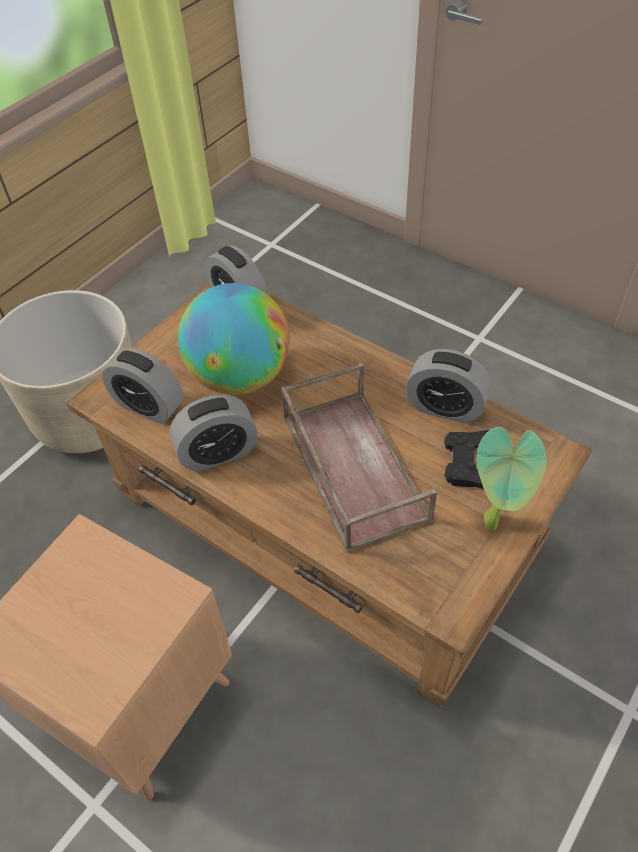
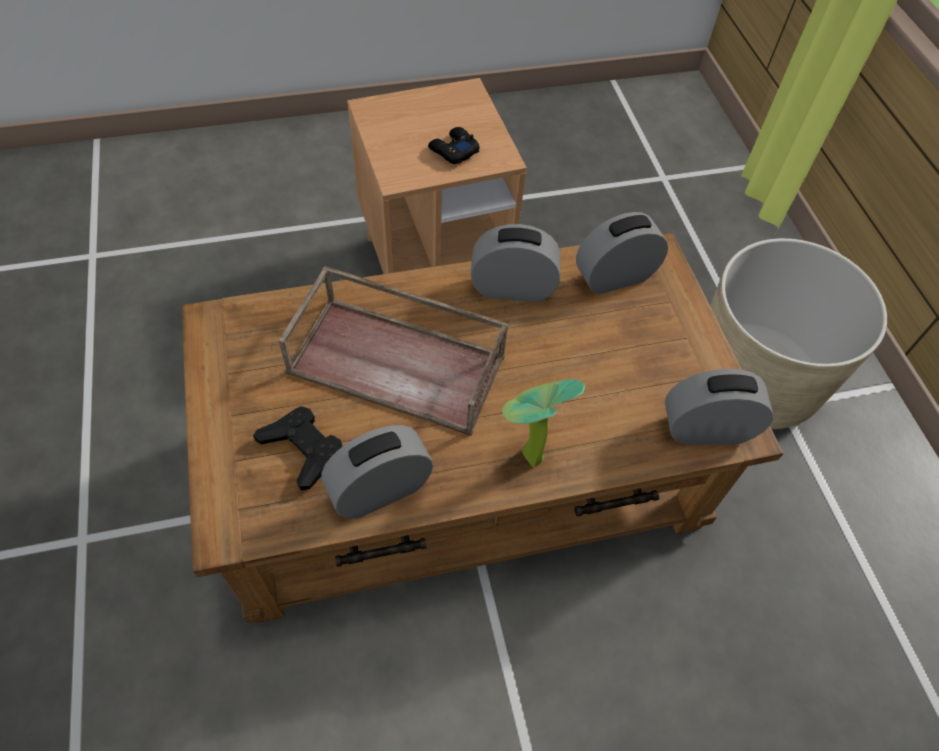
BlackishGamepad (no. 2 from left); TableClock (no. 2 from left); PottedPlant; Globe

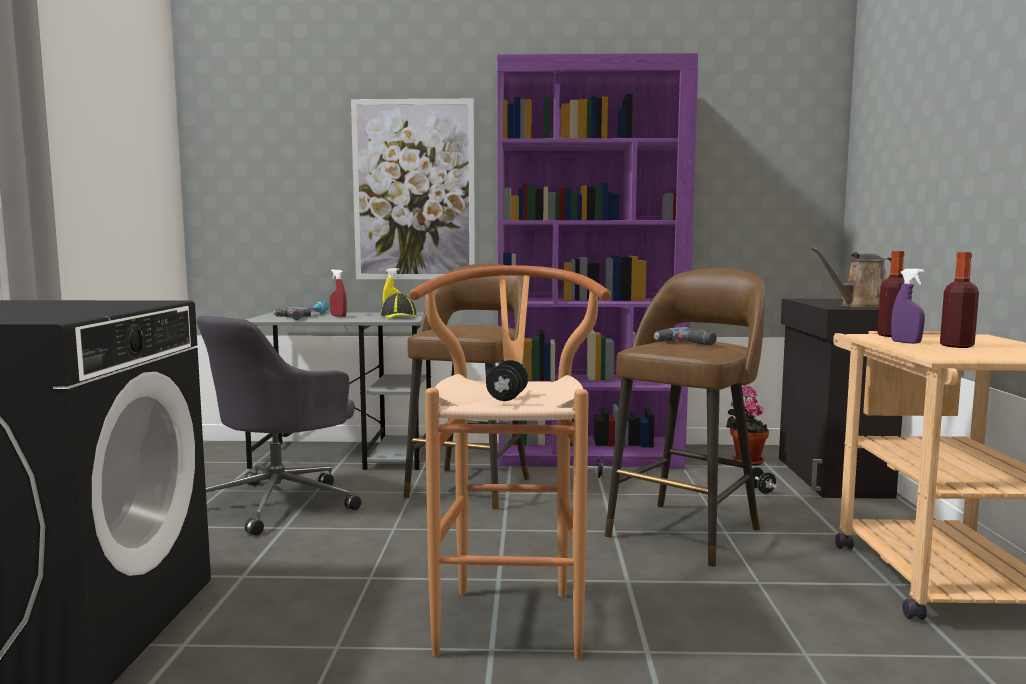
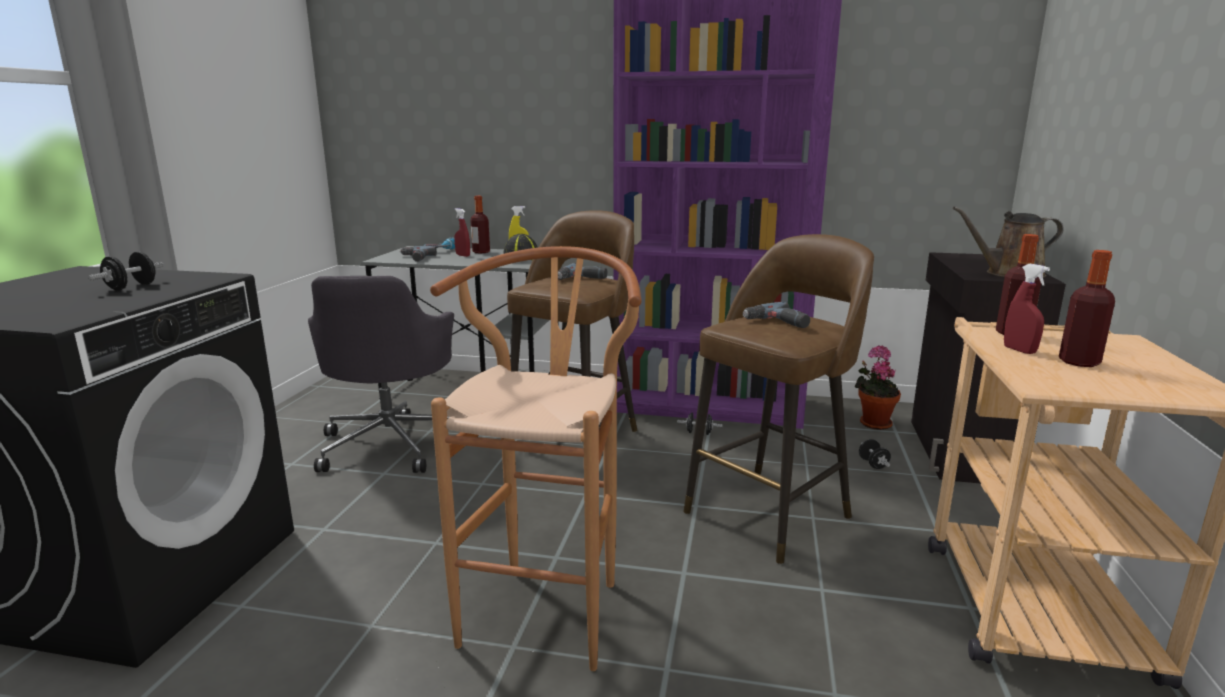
BlackishFreeWeight (no. 1 from left); GreyishDeskChair; BeverageBottle (no. 1 from left); Drill (no. 3 from left); RedHandSprayer (no. 2 from left); WallArt

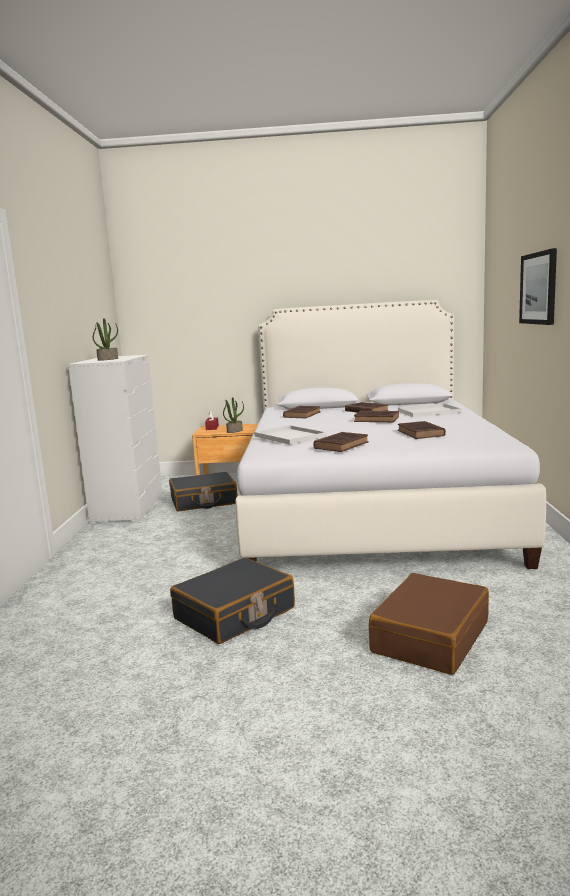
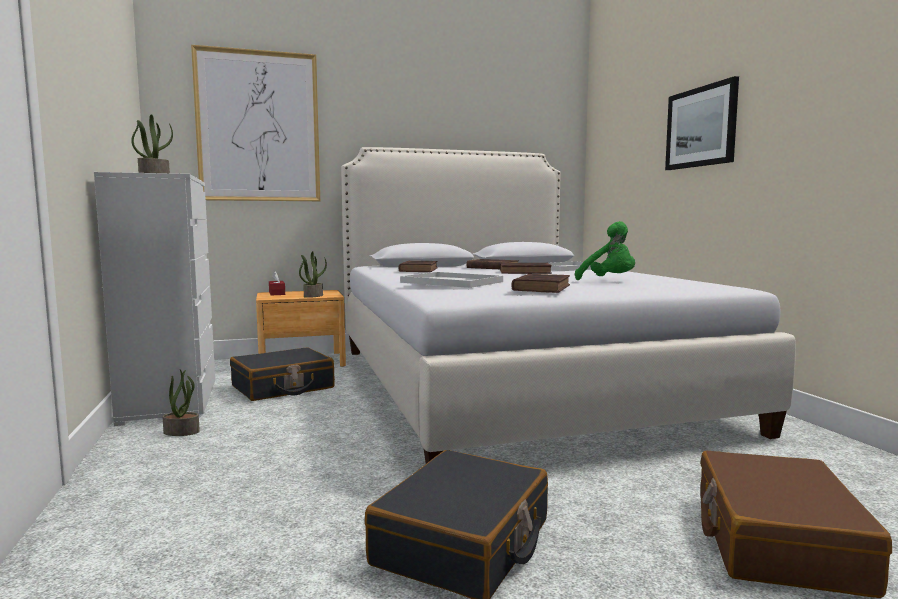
PottedPlant (no. 2 from left); WallArt (no. 1 from left); GreenColouredCuddlyToy

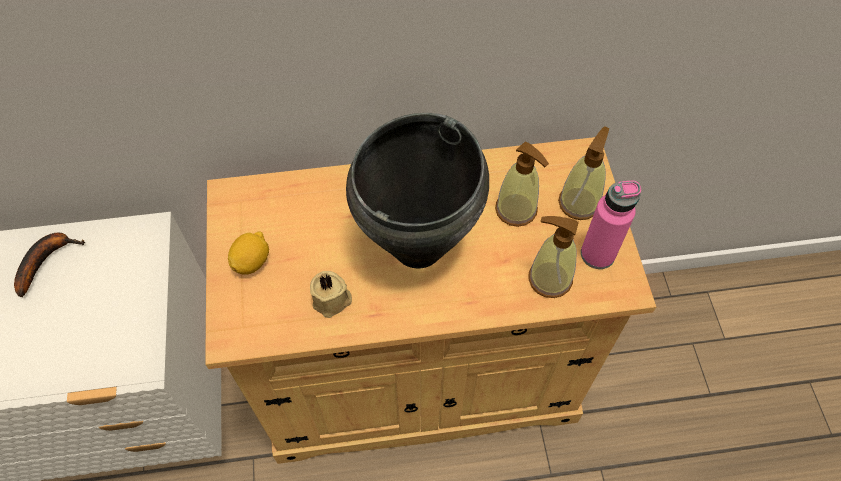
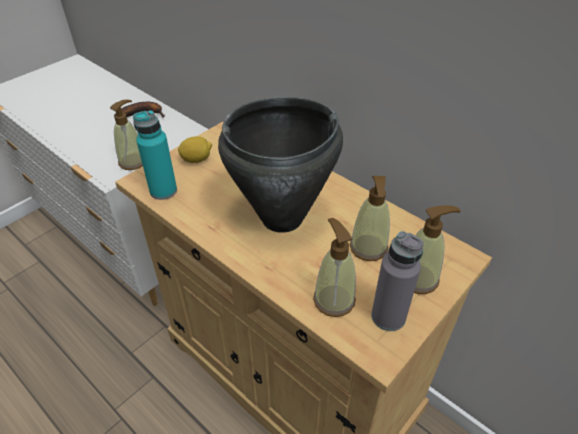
LiquidSoapBottle (no. 1 from left); TurquoiseBeverageBottle; GreyishBeverageBottle; BeigeWaxCandle

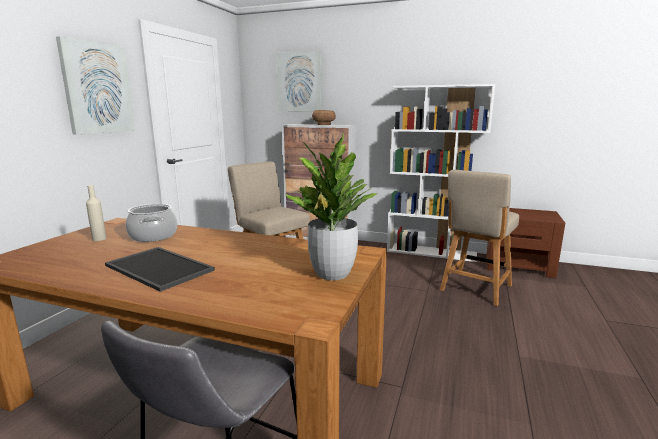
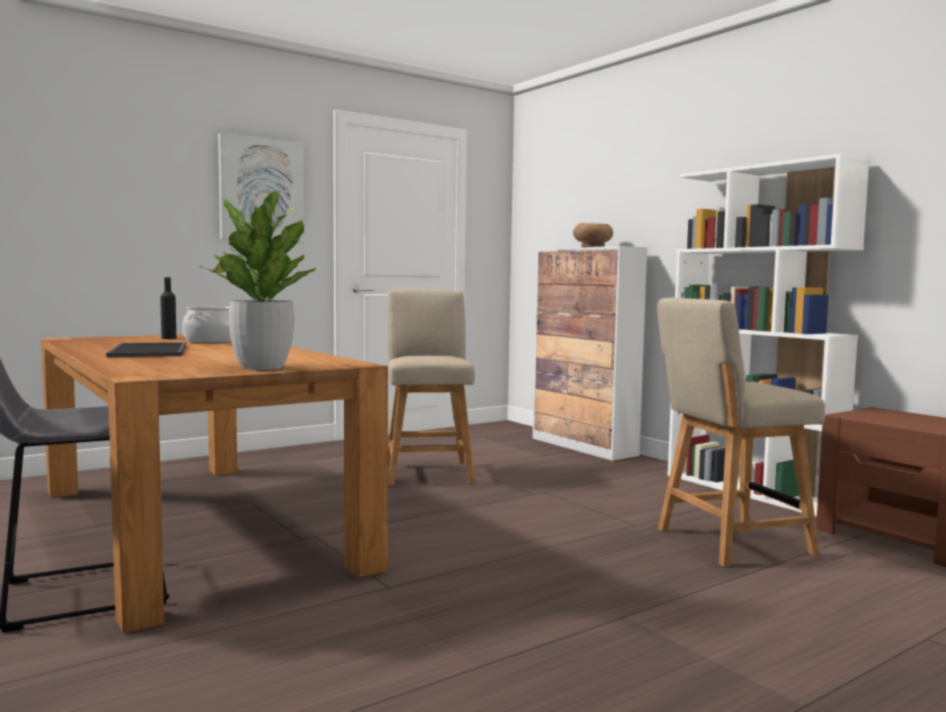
BlackishBeverageBottle; WallArt (no. 2 from left in the first image)

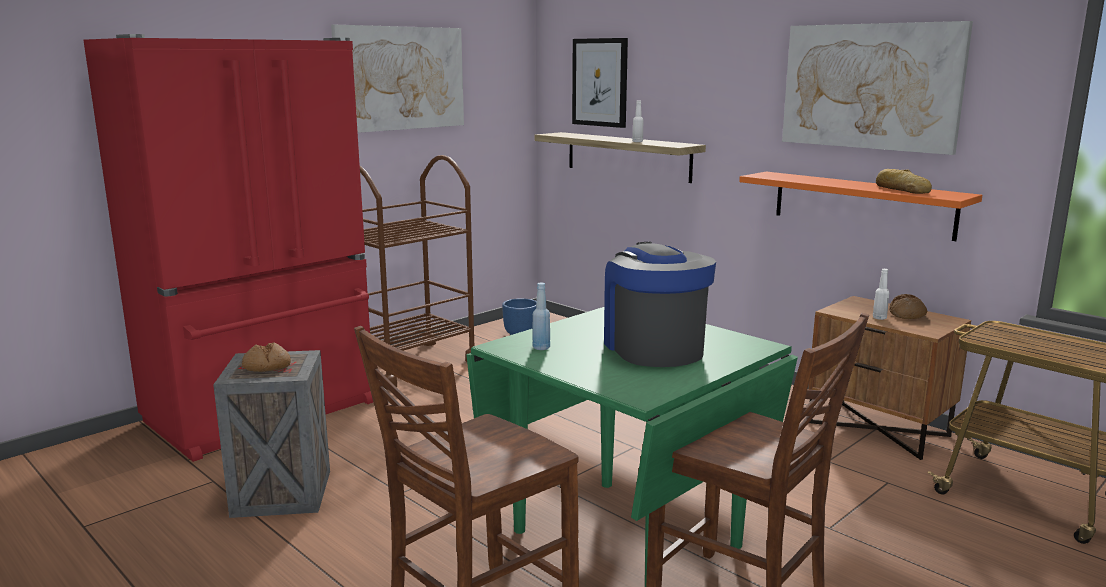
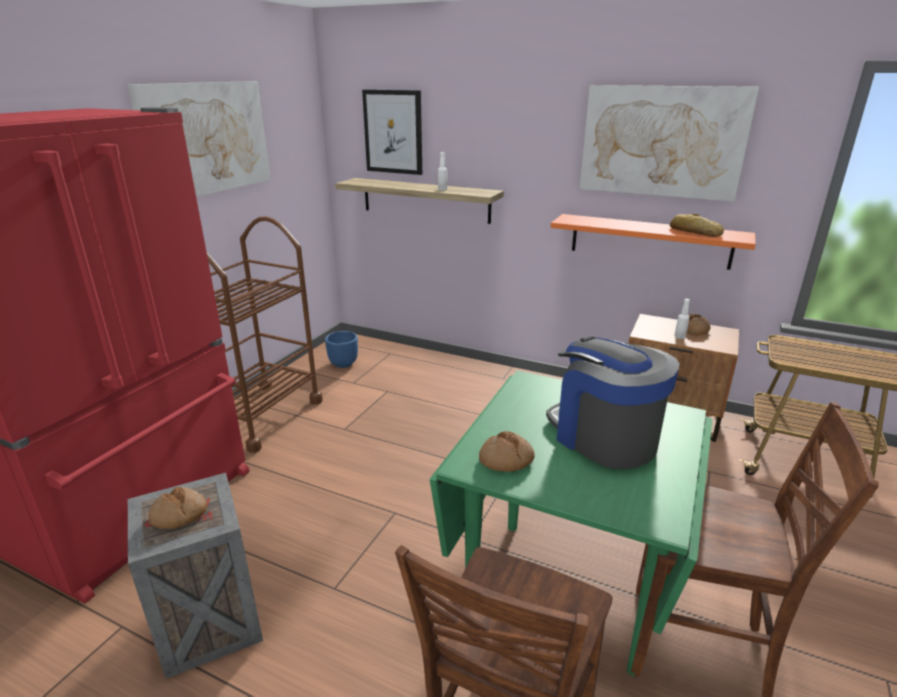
Bread (no. 2 from left)

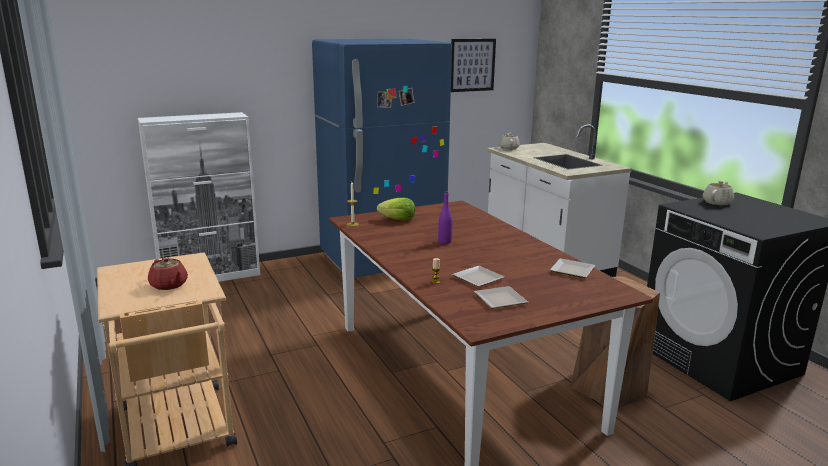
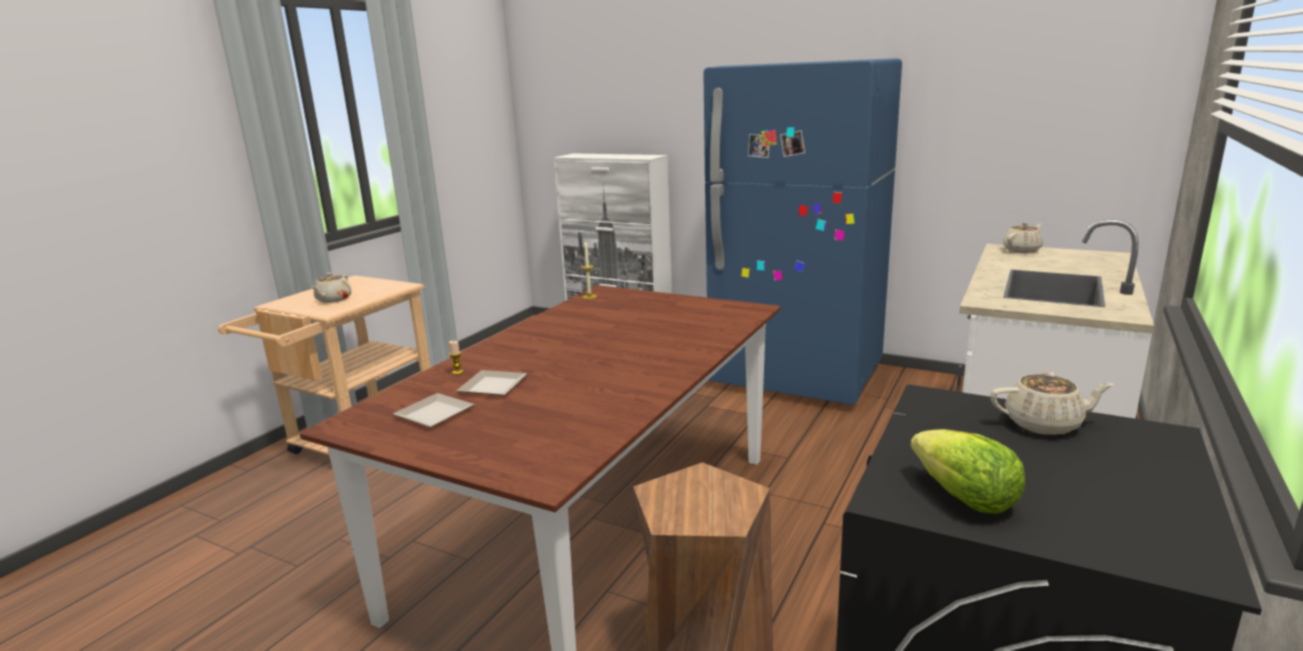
BeigeTeapot (no. 1 from left); Lettuce; PurplishBeverageBottle; WallArt; Plate (no. 3 from left in the first image)

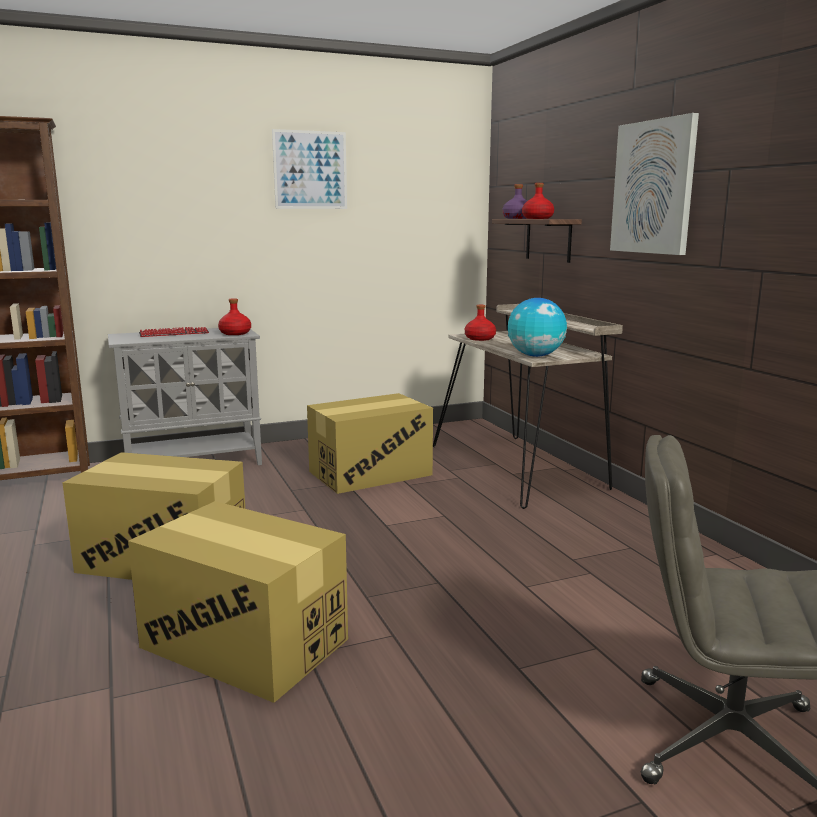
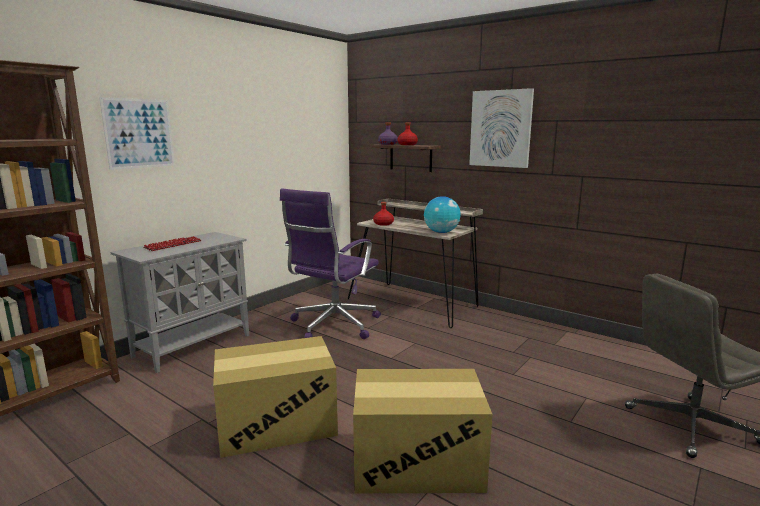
WallArt (no. 1 from left); PurplishDeskChair; RedBeverageBottle (no. 1 from left in the first image)

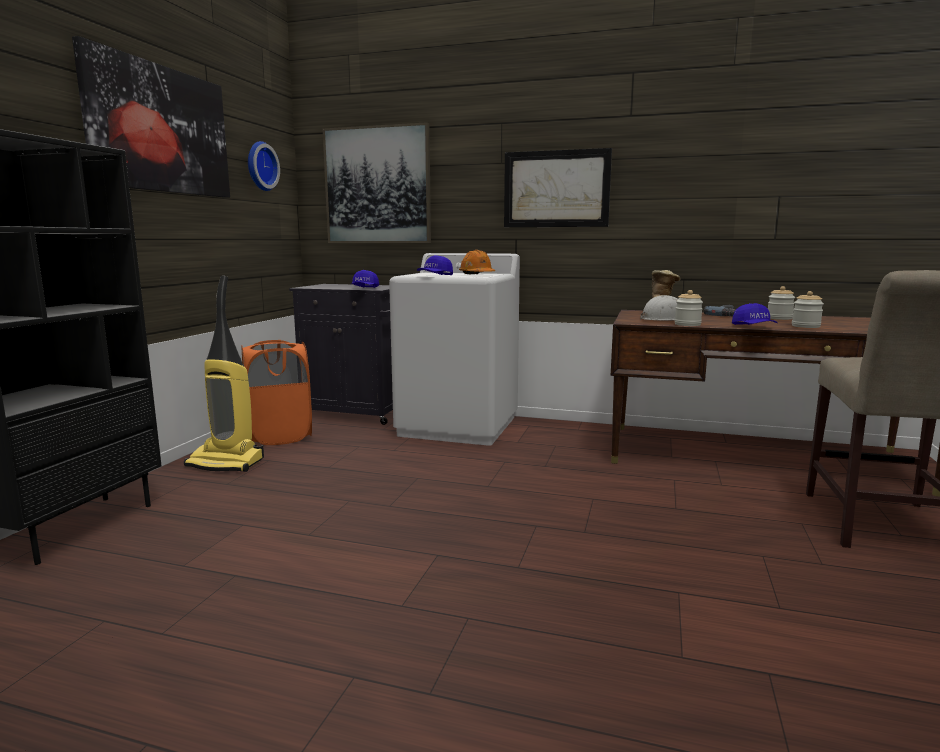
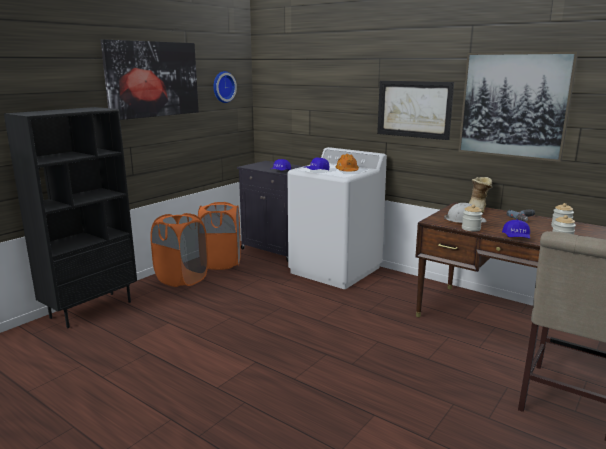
OrangeyWashingBasket (no. 1 from left); WallArt (no. 3 from left)

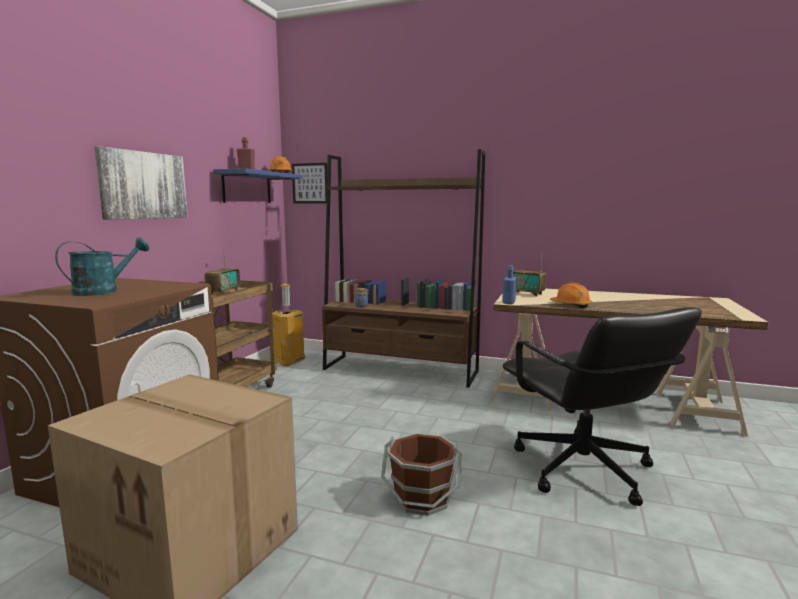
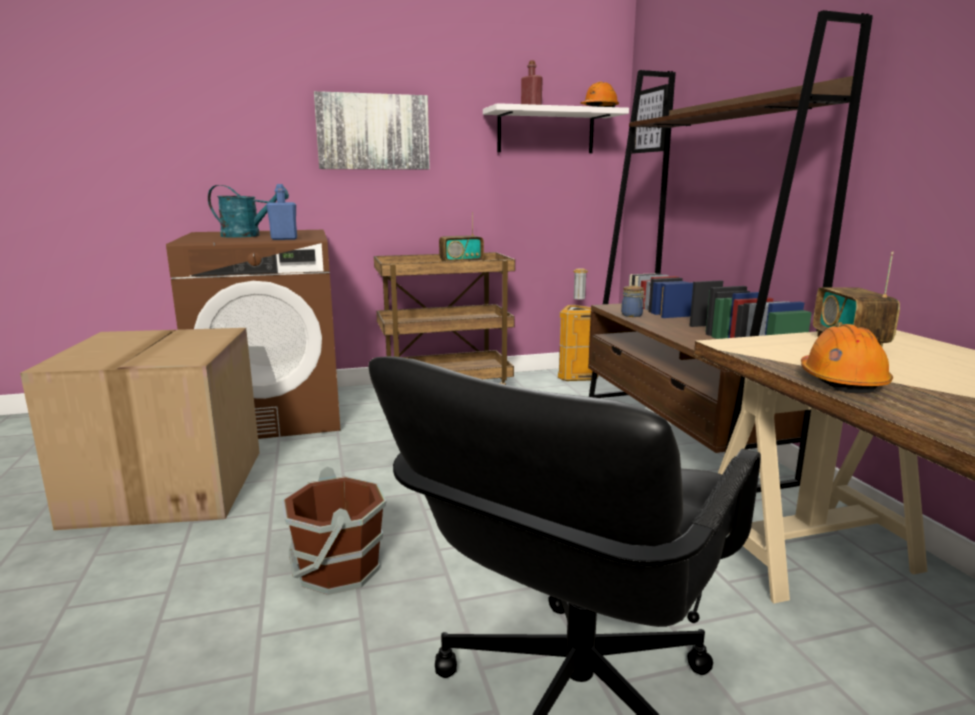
BlueColouredBeverageBottle; WhiteColouredBracketShelf

